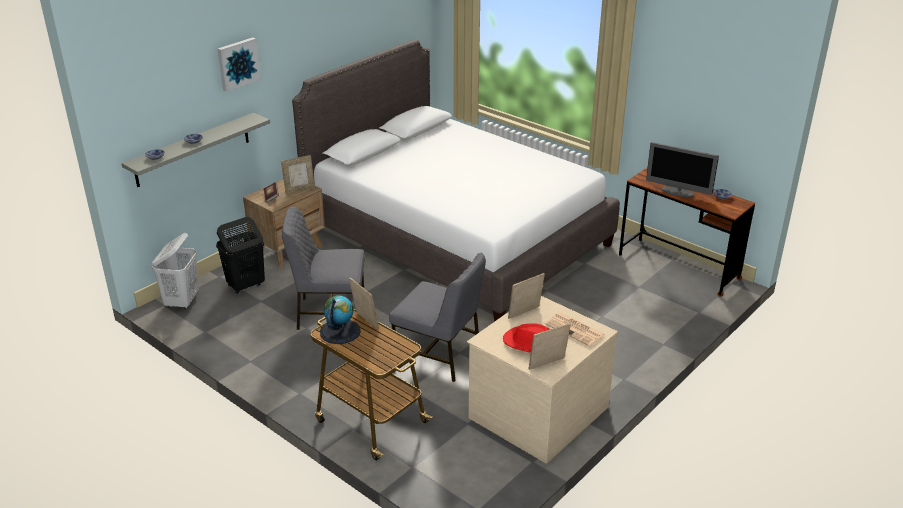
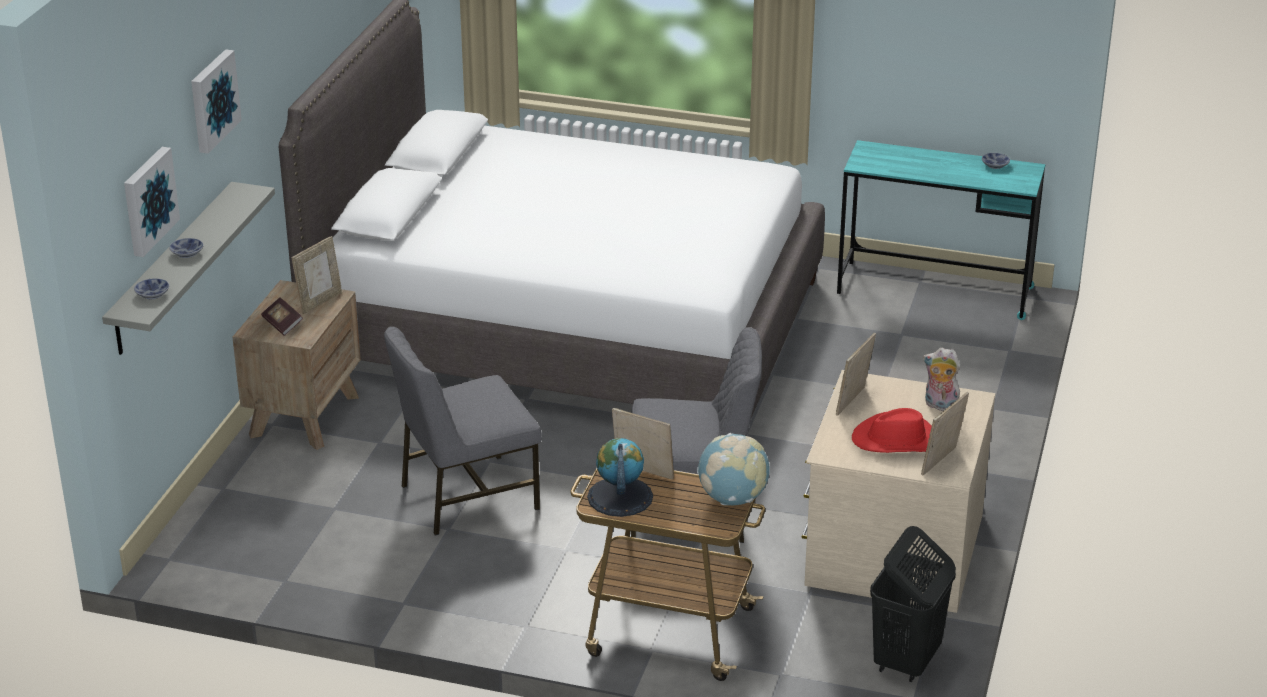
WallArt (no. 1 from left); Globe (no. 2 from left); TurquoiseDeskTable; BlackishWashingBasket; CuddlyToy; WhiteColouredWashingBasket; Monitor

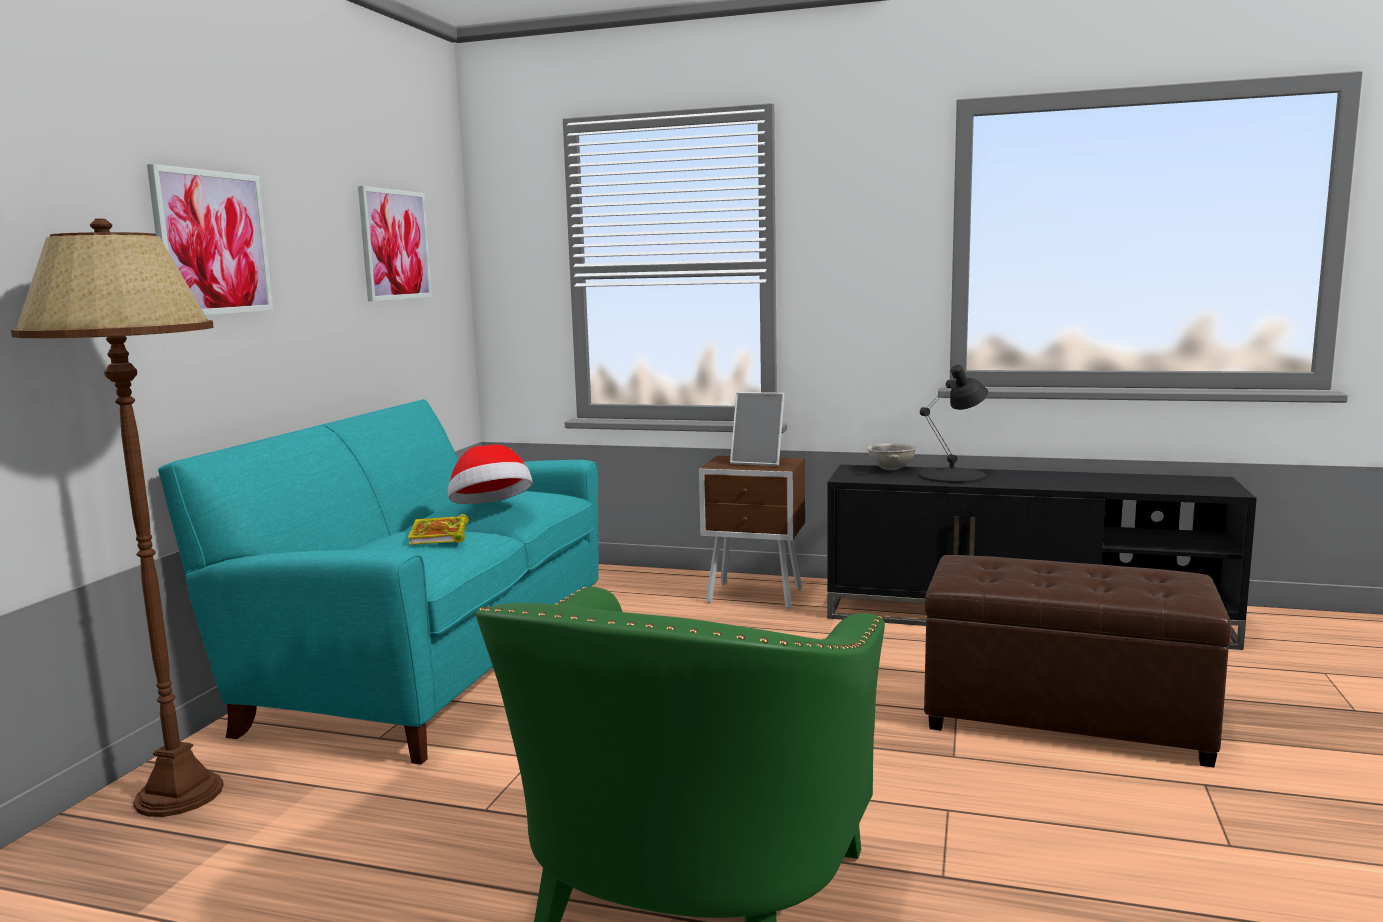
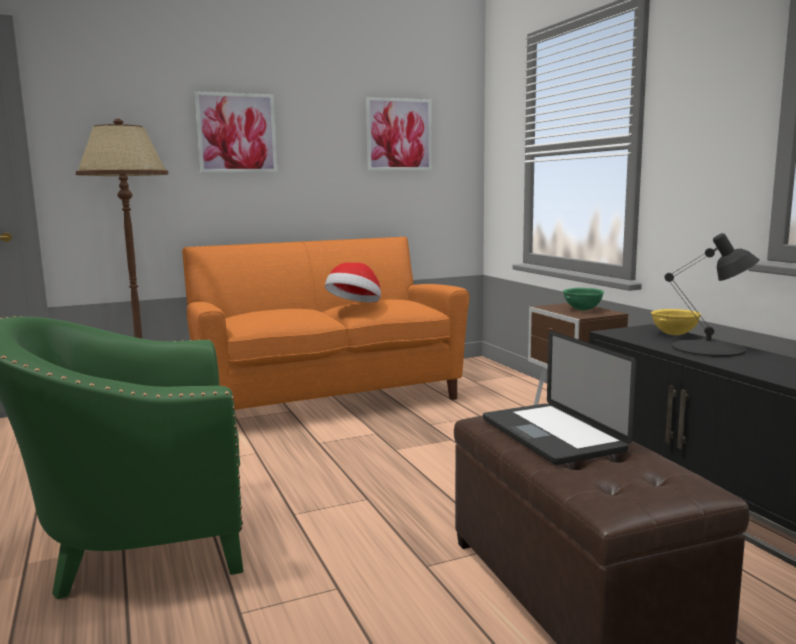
OrangeySofa; NotebookComputer; GreenColouredBowl; YellowishBowl; Volume

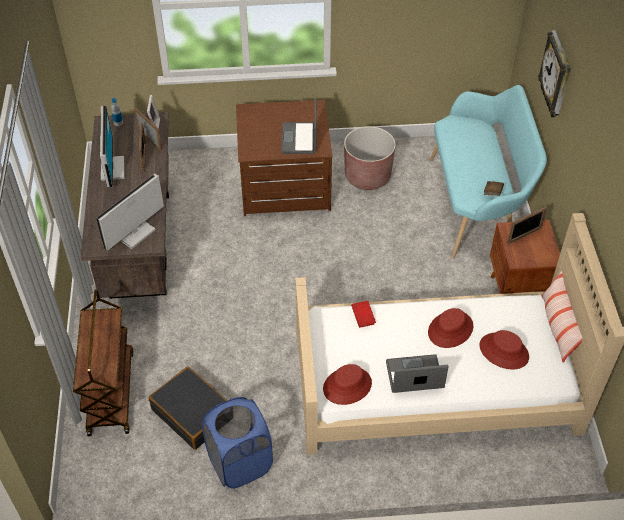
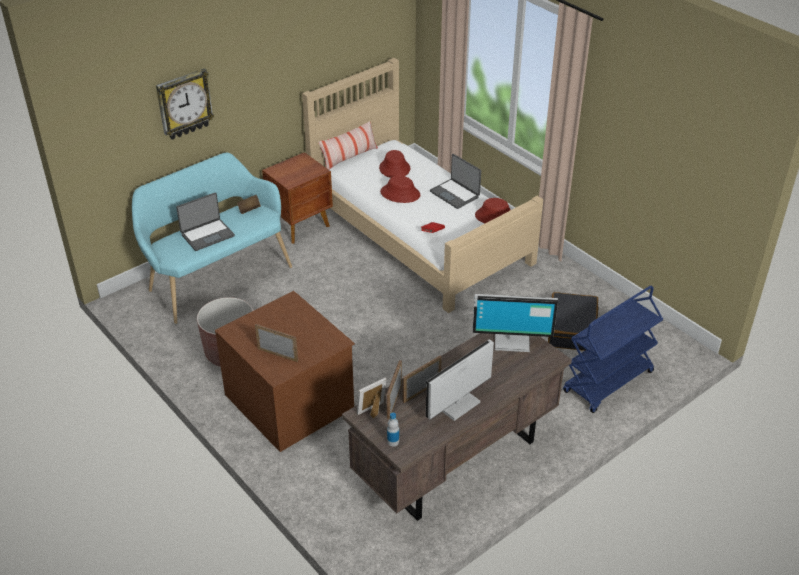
NotebookComputer (no. 1 from left); StandingFrame (no. 1 from left); BlueColouredTrolley; BlueColouredWashingBasket

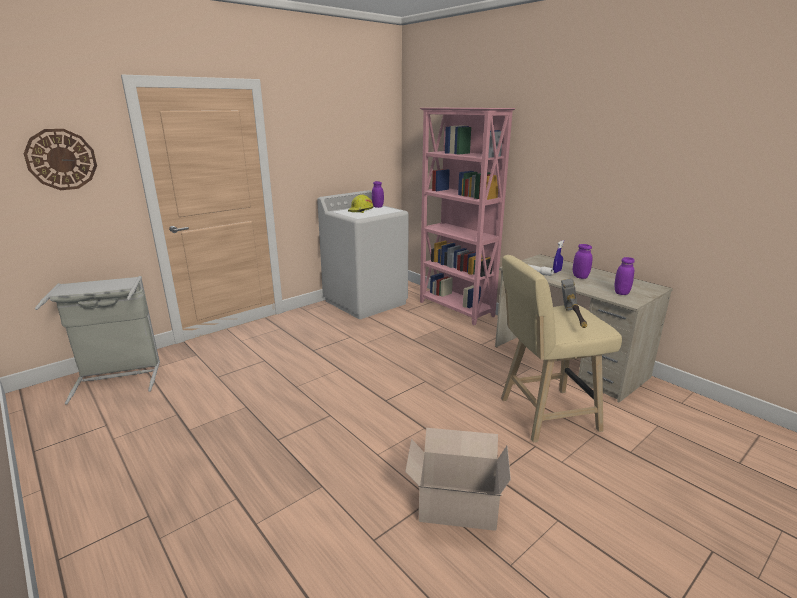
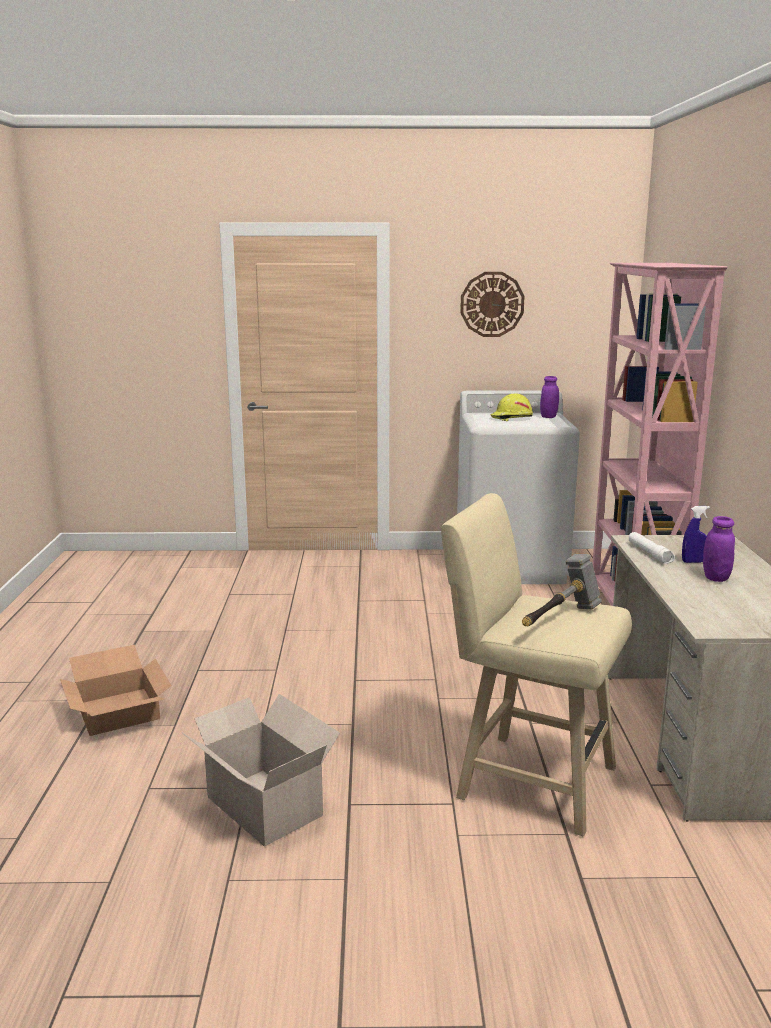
CardboardBox (no. 1 from left); ClockOnTheWall; GreyishWashingBasket; PurplishStorageJar (no. 3 from left in the first image)

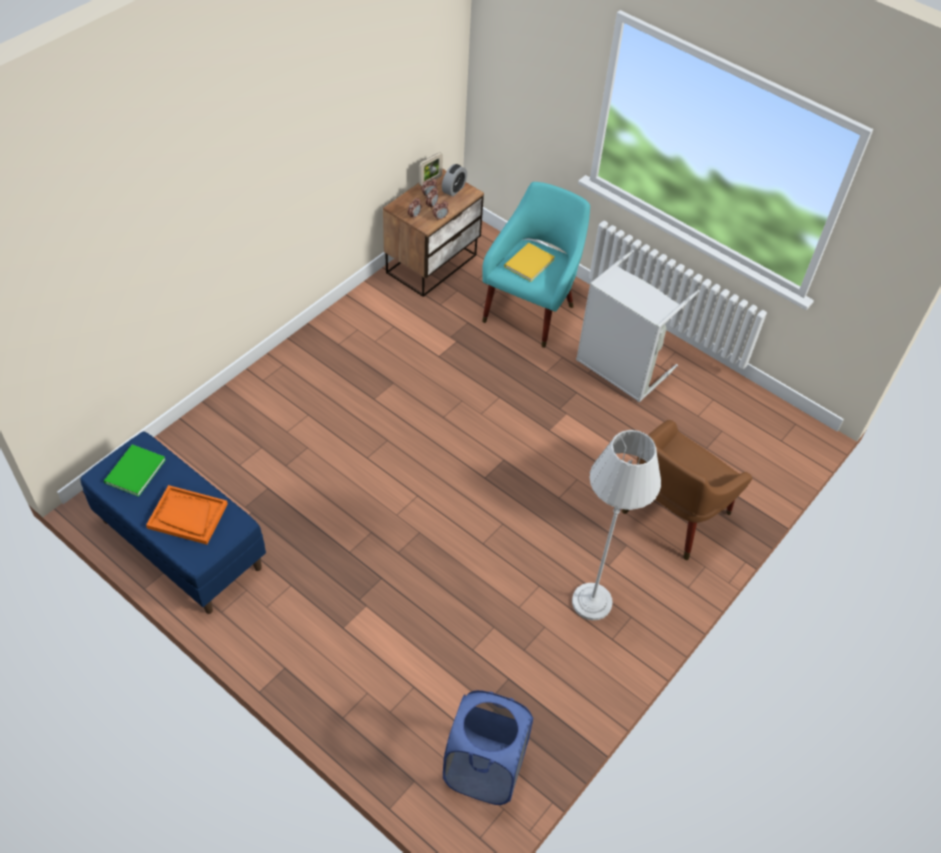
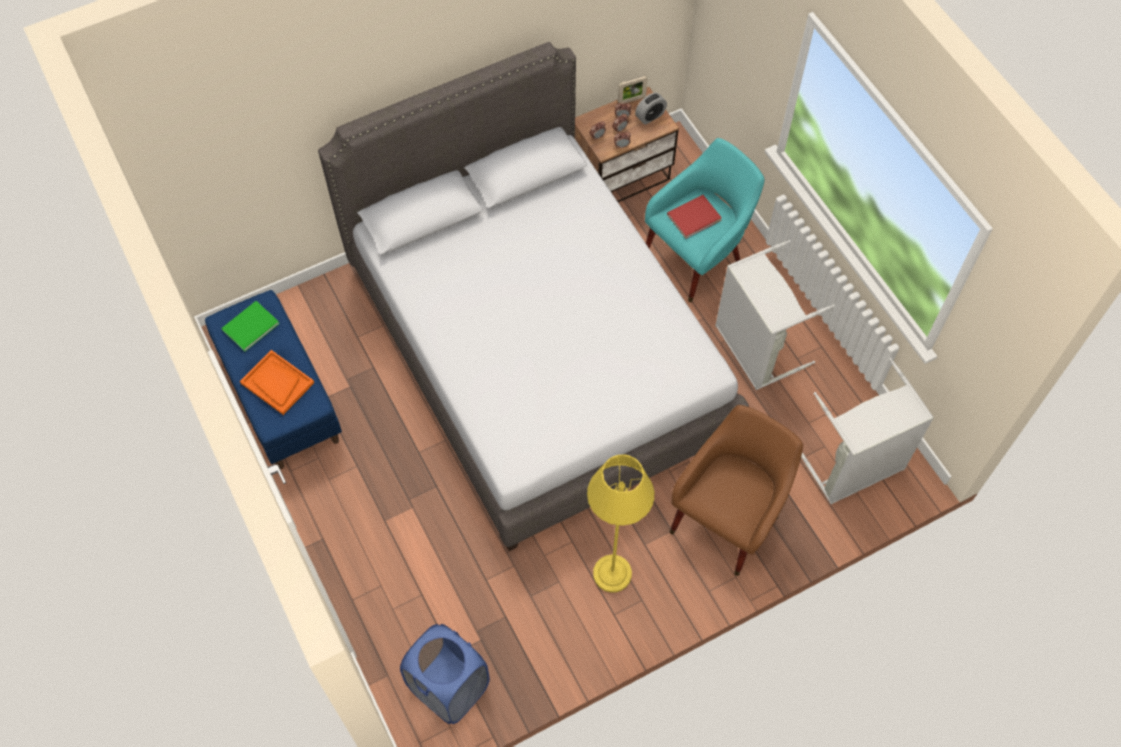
GreyishBed; YellowishStandardLamp; RedVolume; BrownishLoungeChair; GreyishWashingBasket (no. 2 from left)

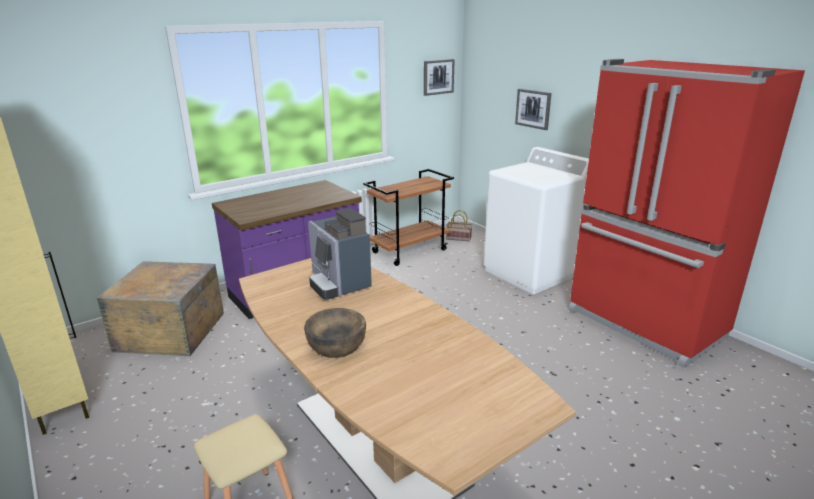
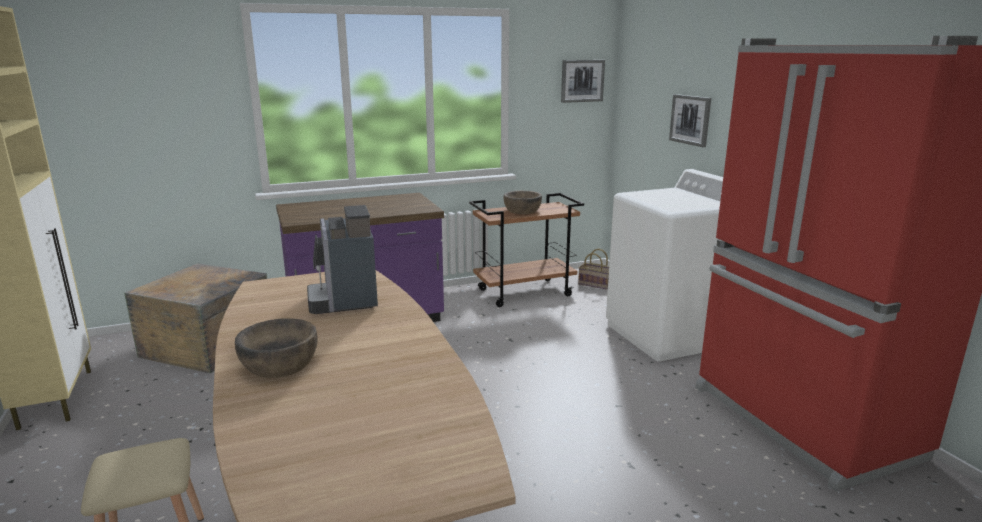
BrownishBowl (no. 2 from left)

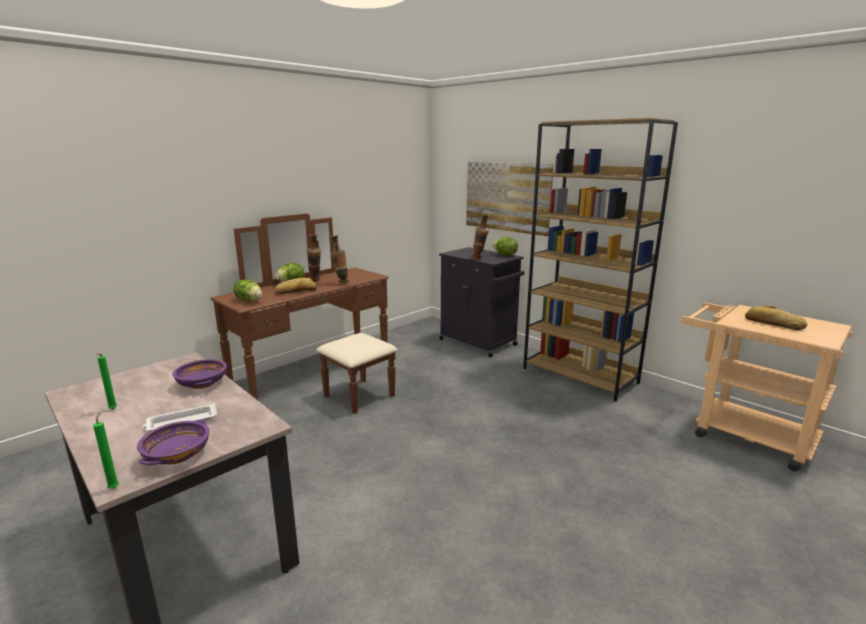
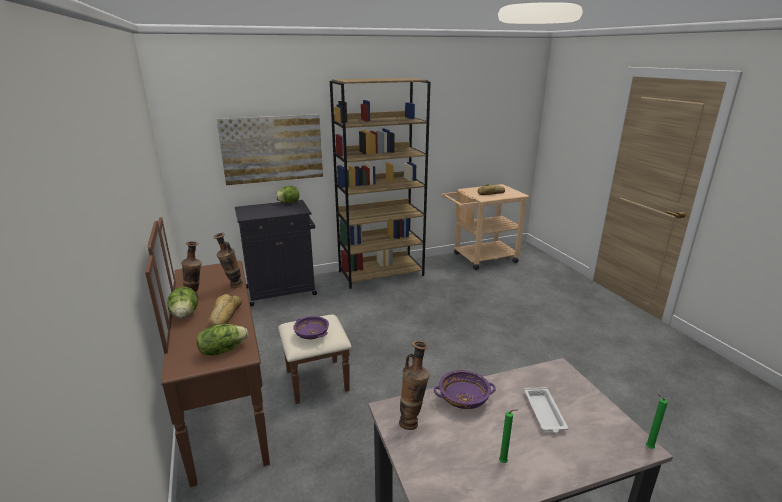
PurplishBowl (no. 1 from left); DecorativeVase (no. 3 from left)

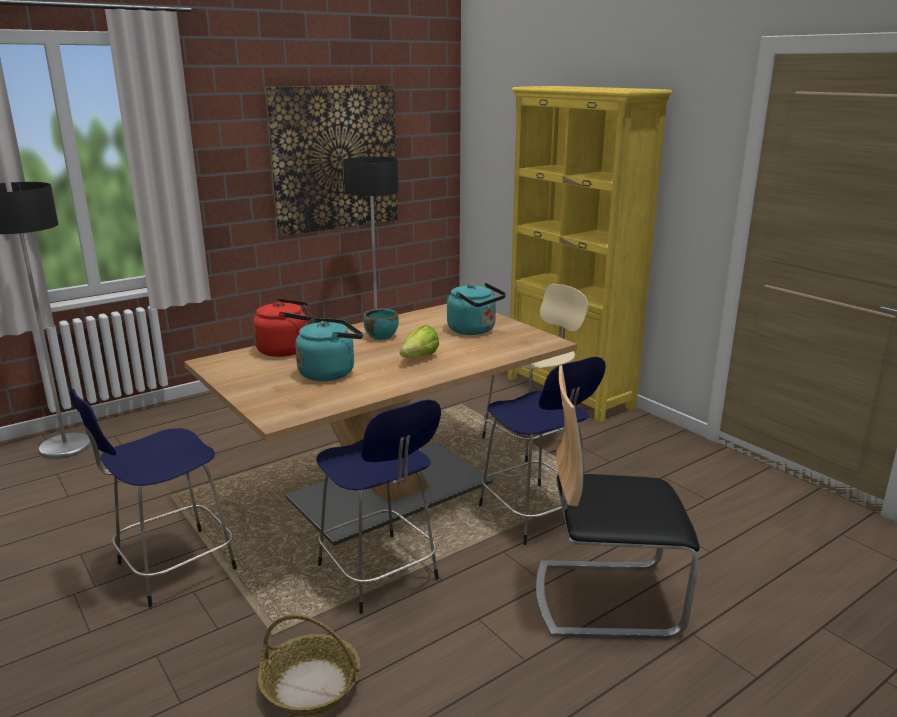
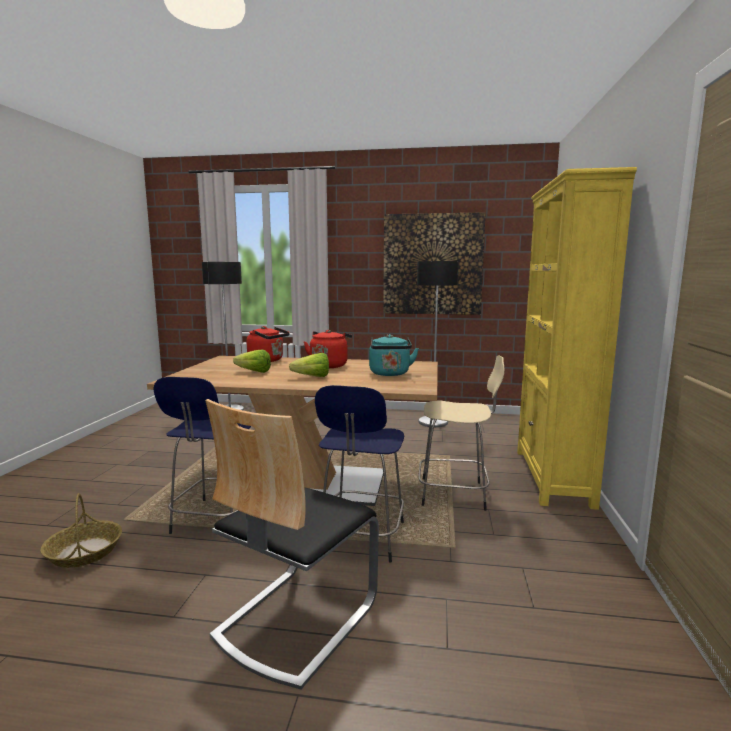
PlainChair; Lettuce (no. 1 from left); RedTeaKettle (no. 2 from left); BlueColouredStoolSeat (no. 1 from left in the first image)

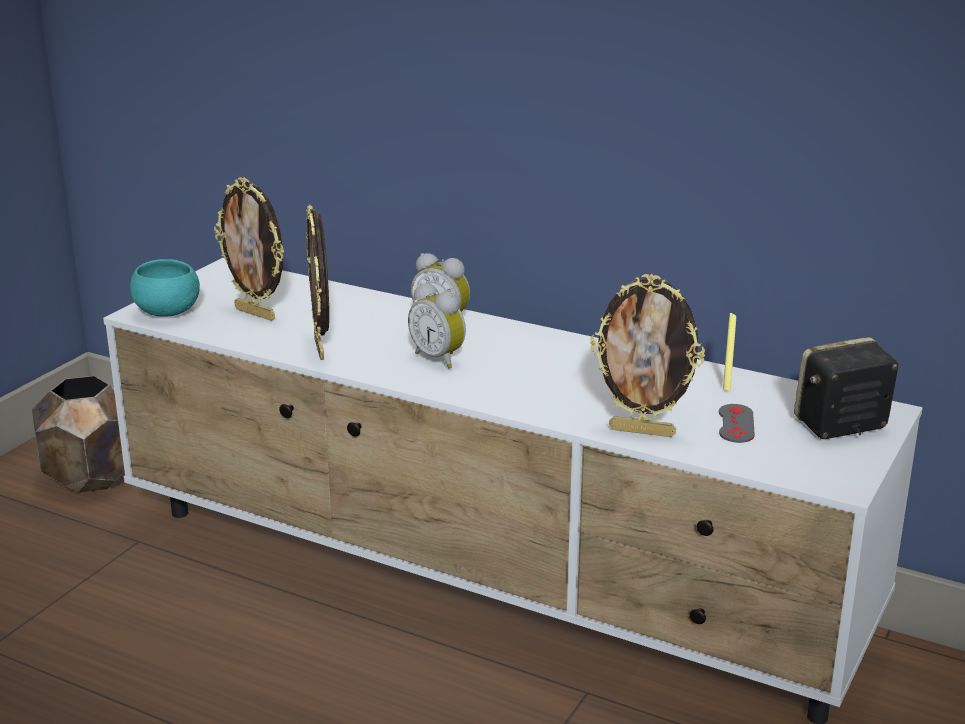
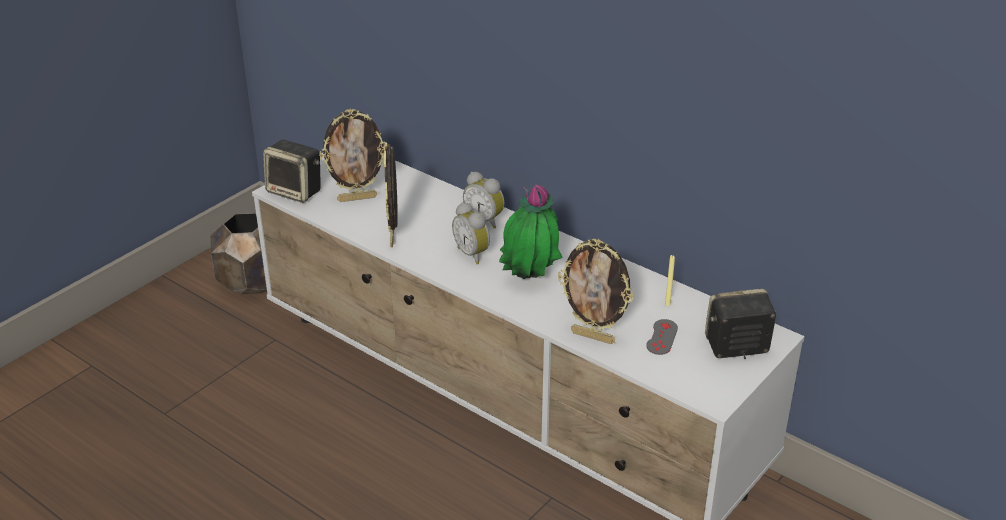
Loudspeaker (no. 1 from left); StandingFrame (no. 1 from left); PottedPlant

